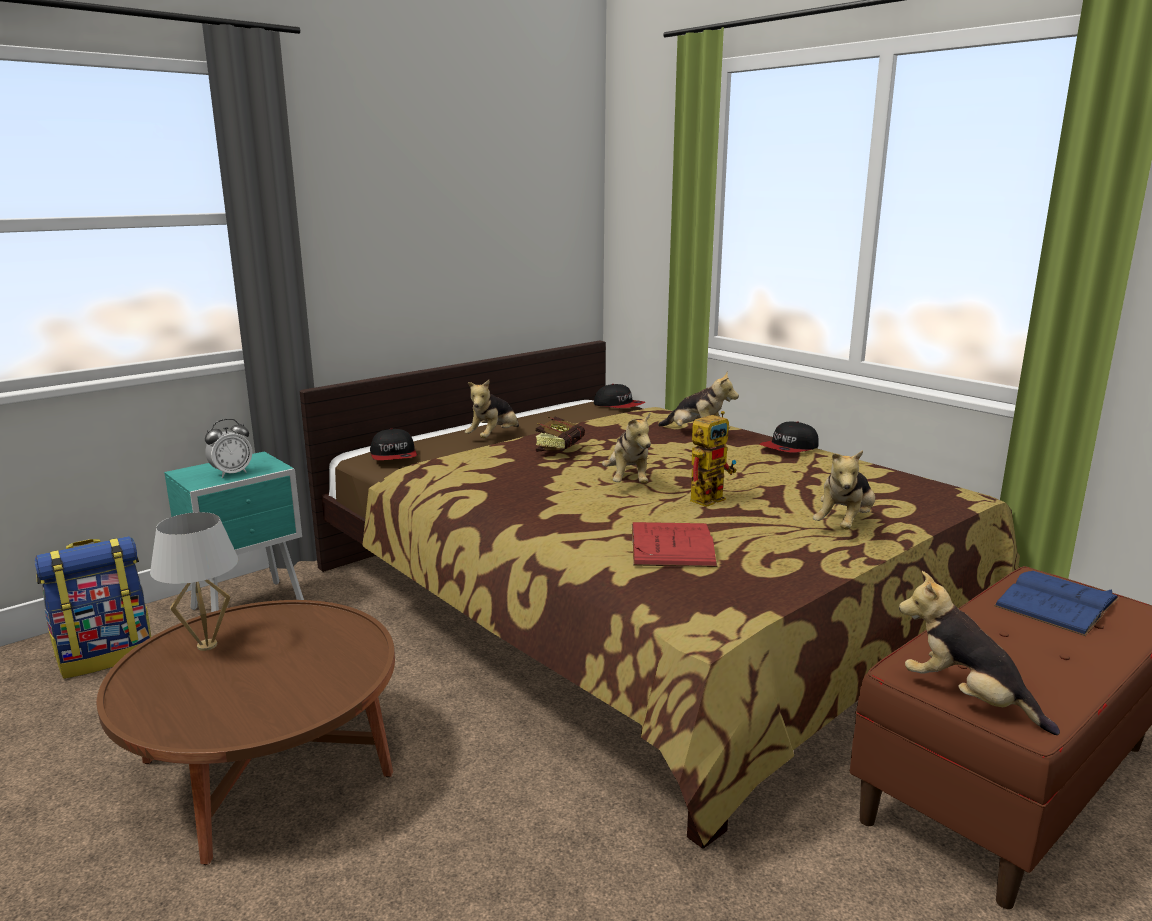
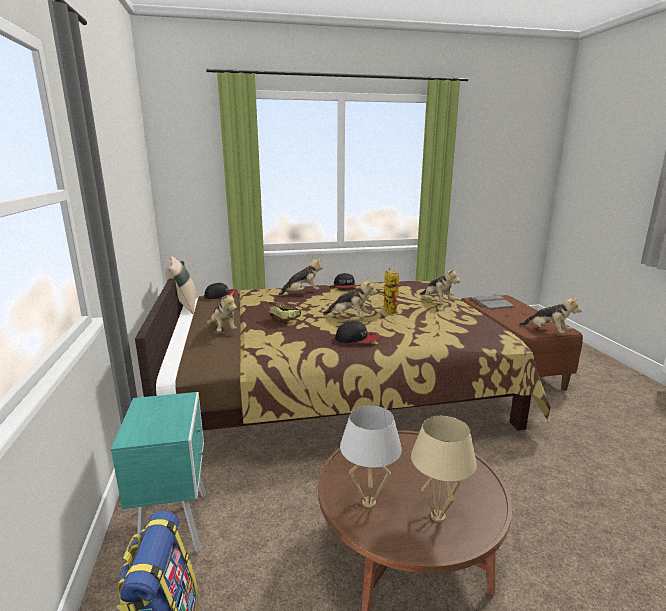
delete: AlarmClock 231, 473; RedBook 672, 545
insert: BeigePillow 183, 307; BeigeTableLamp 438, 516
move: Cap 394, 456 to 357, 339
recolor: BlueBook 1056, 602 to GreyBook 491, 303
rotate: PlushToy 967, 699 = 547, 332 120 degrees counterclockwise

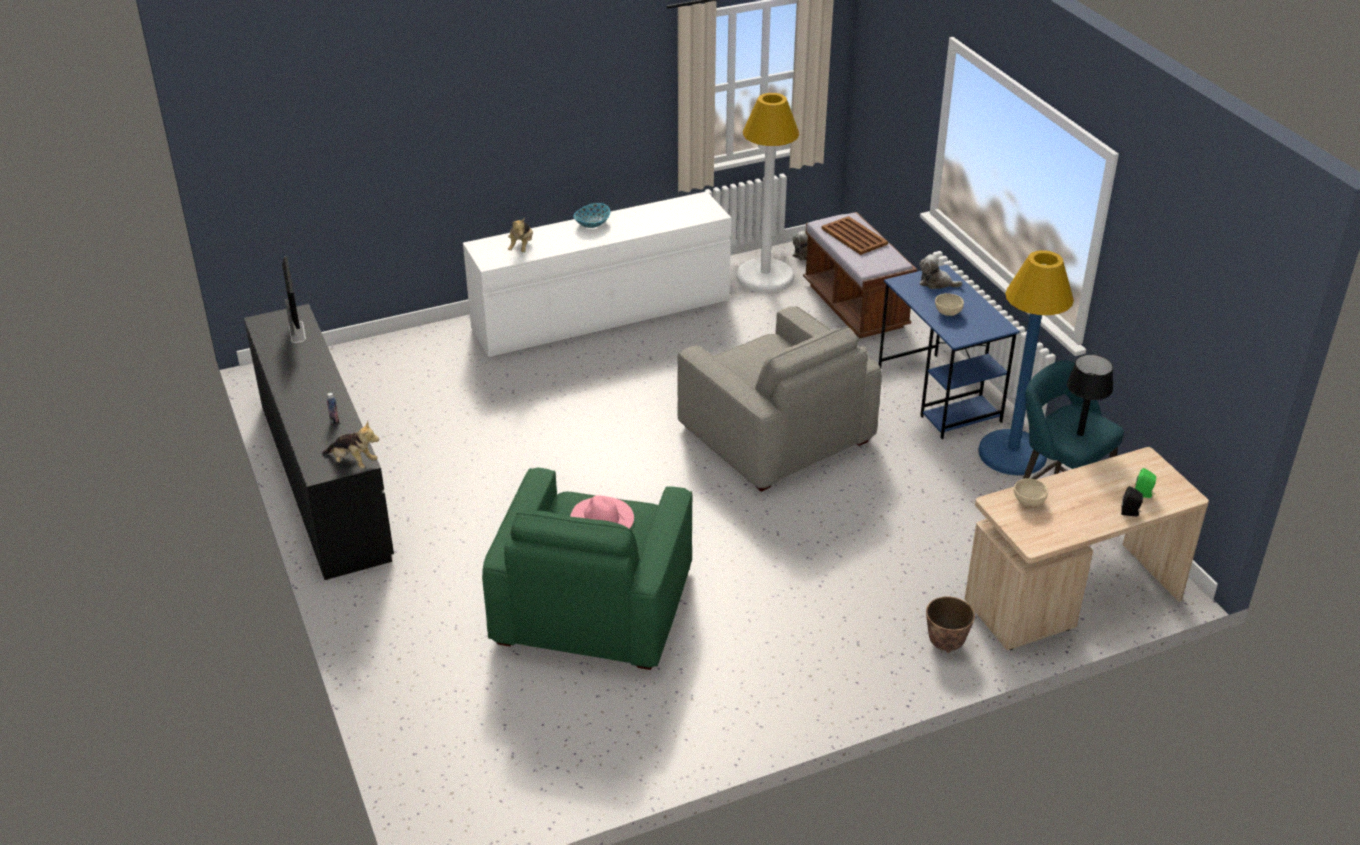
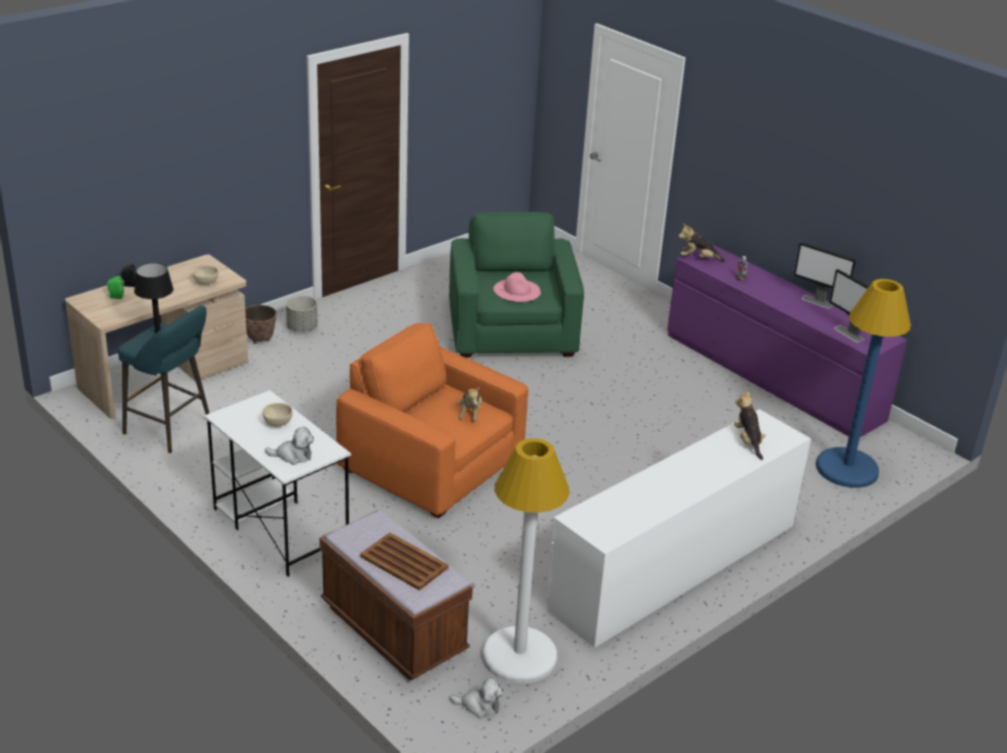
delete: Bowl 592, 224
insert: GreyPlanter 302, 328; PlushToy 470, 414; Monitor 818, 302
move: BlueFloorLamp 1012, 454 to 847, 469
recolor: BlackDresser 323, 478 to PurpleDresser 772, 377; GreyArmchair 775, 434 to OrangeArmchair 432, 464; BlueDesk 939, 396 to WhiteDesk 279, 527

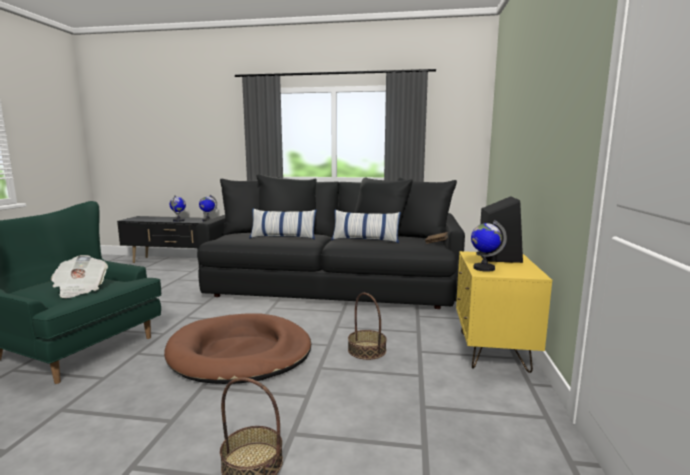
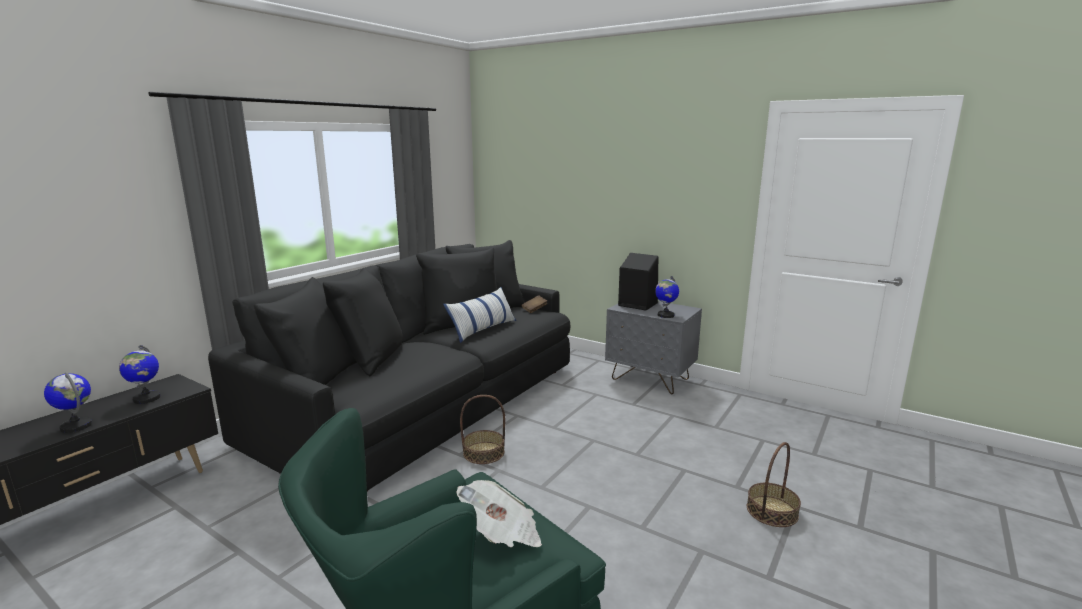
delete: BrownDogBed 240, 353; Pillow 283, 237
move: Basket 367, 350 to 484, 452
recolor: YellowNightstand 493, 351 to GreyNightstand 650, 379

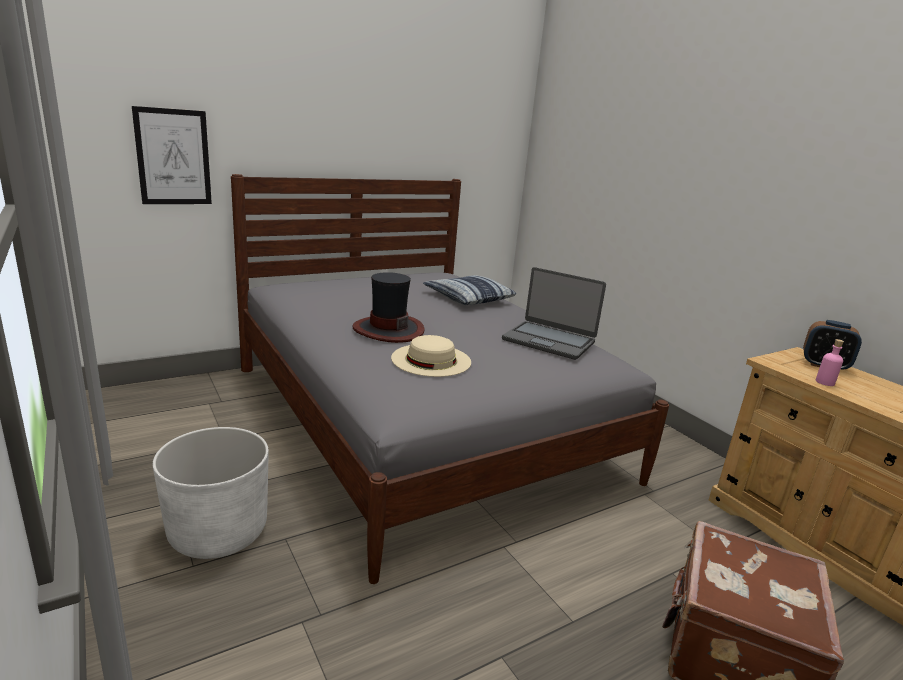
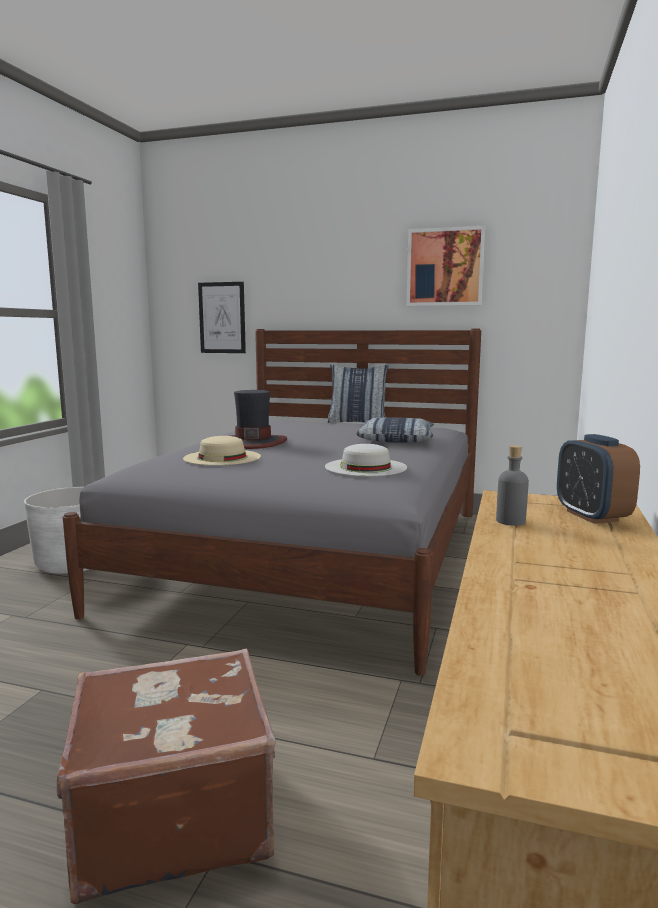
insert: Pillow 357, 422; Picture 445, 267
replace: Laptop 549, 341 to WhiteHat 365, 467
recolor: PinkBottle 824, 382 to GreyBottle 510, 521

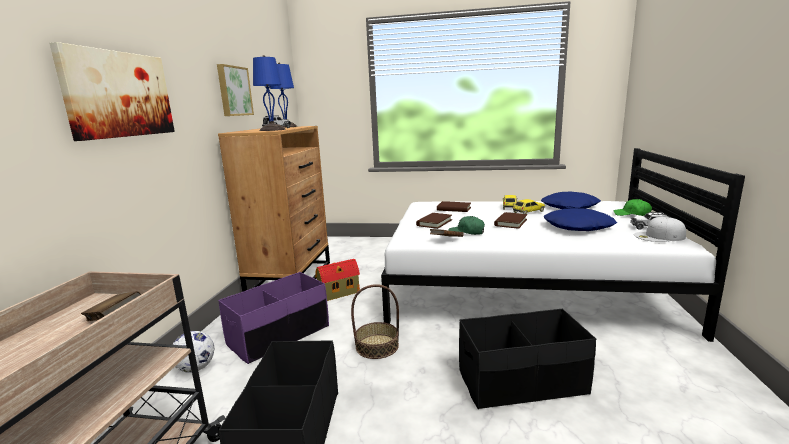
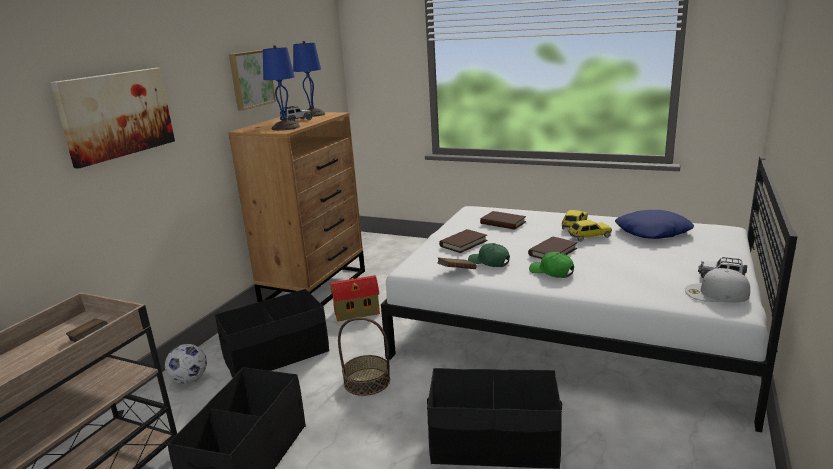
delete: BluePillow 577, 226
move: GreenCap 632, 214 to 551, 272
recolor: PurpleStorageBox 279, 335 to BlackStorageBox 277, 355

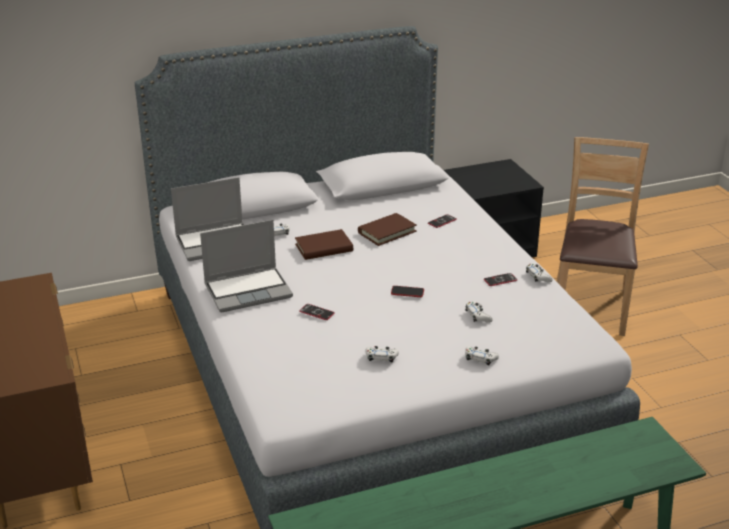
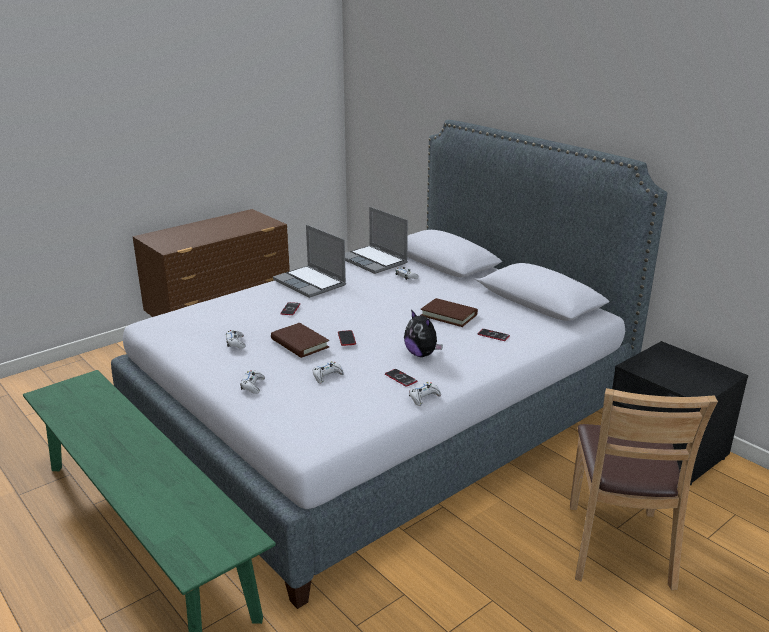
insert: PlushToy 422, 354
move: BrownBook 324, 248 to 299, 343
rotate: BrownChair 591, 307 = 618, 546 105 degrees clockwise

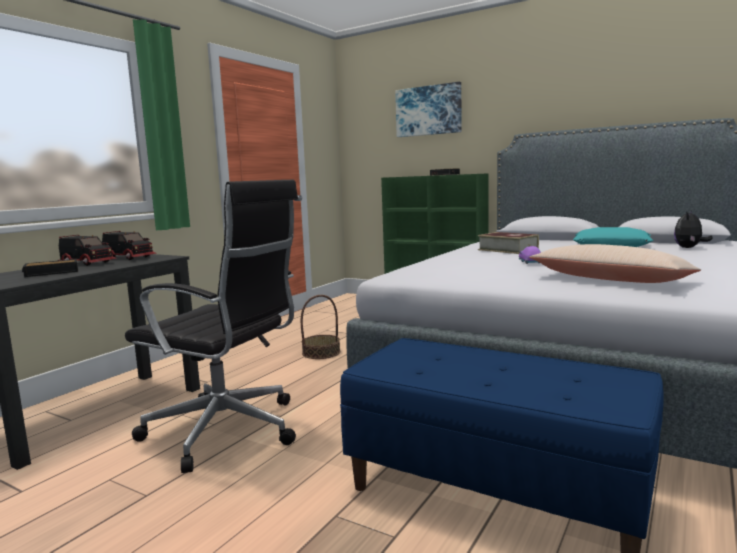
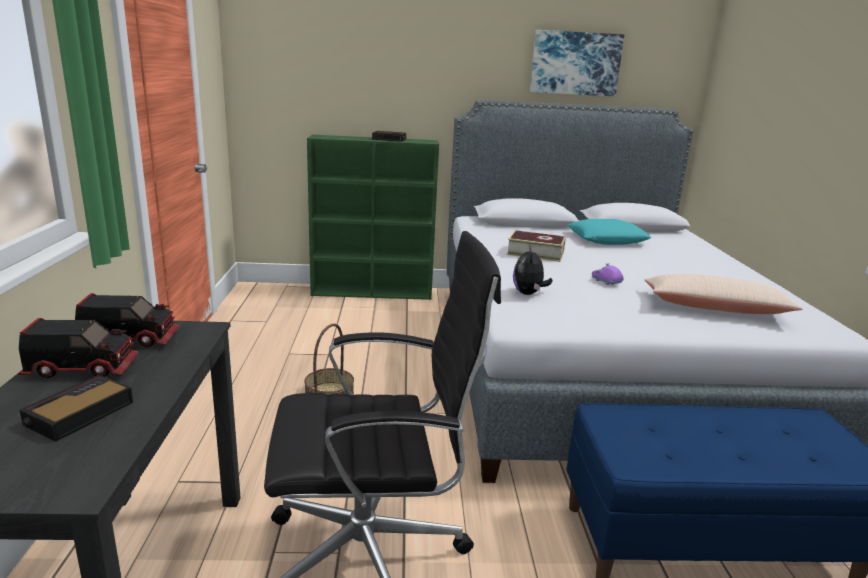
move: Picture 428, 110 to 575, 63; PlushToy 689, 248 to 528, 293

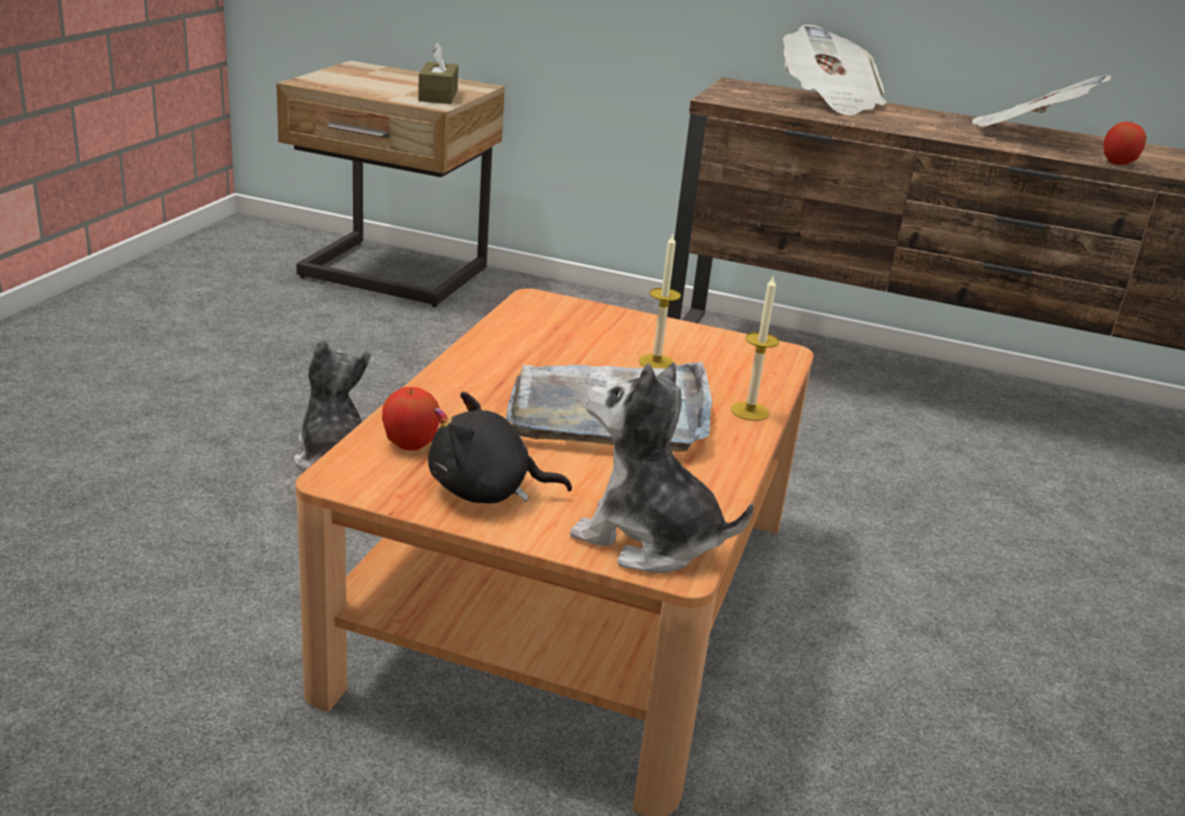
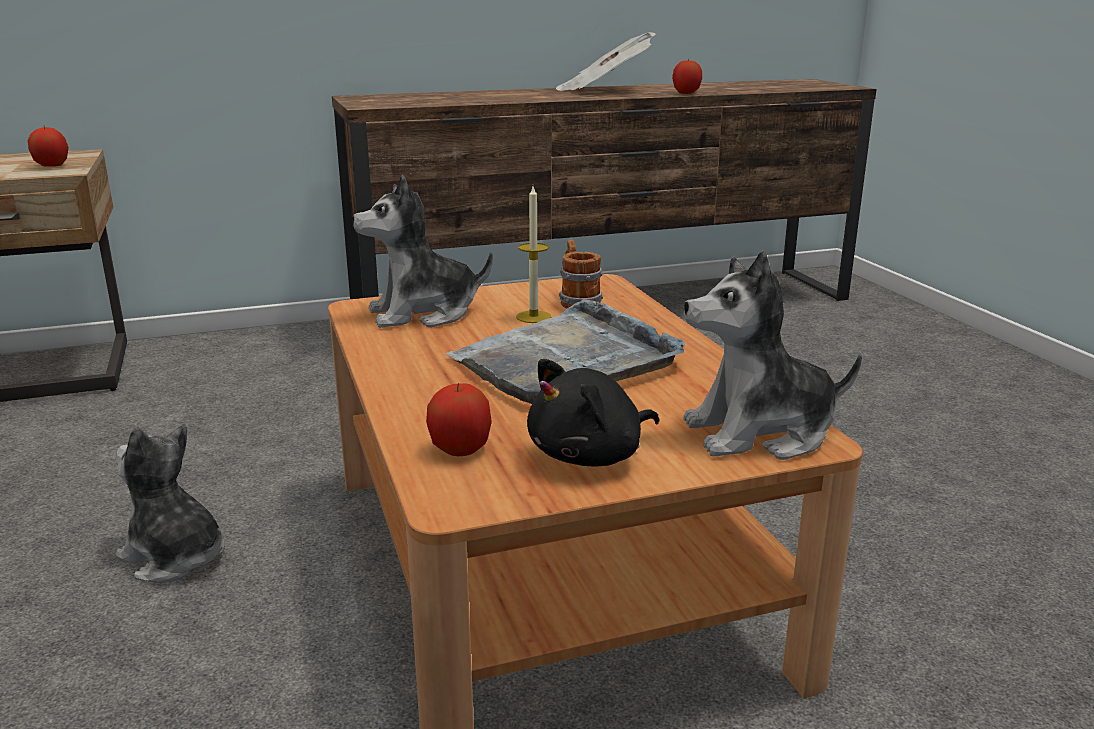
delete: Candle 750, 411; Newspaper 828, 101
insert: PlushToy 423, 314; Mug 577, 301
replace: BrownTissueBox 438, 95 to Apple 52, 166

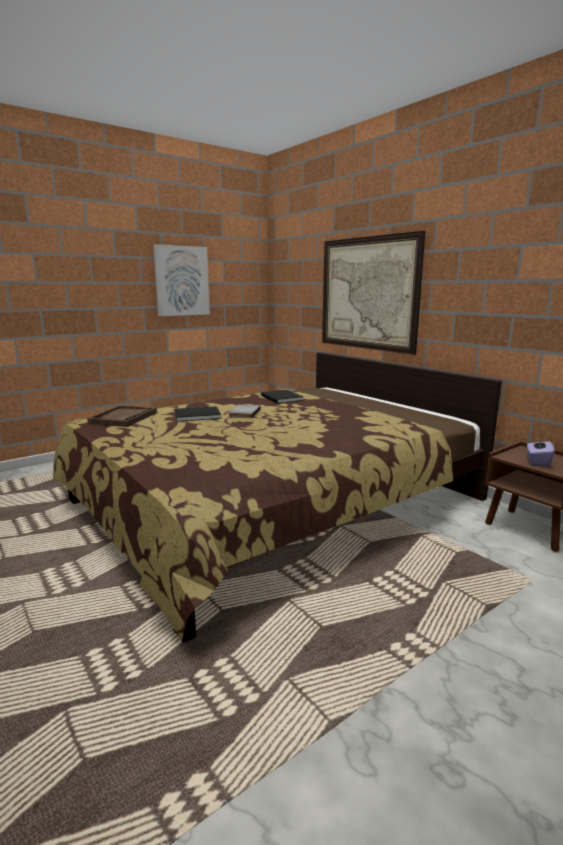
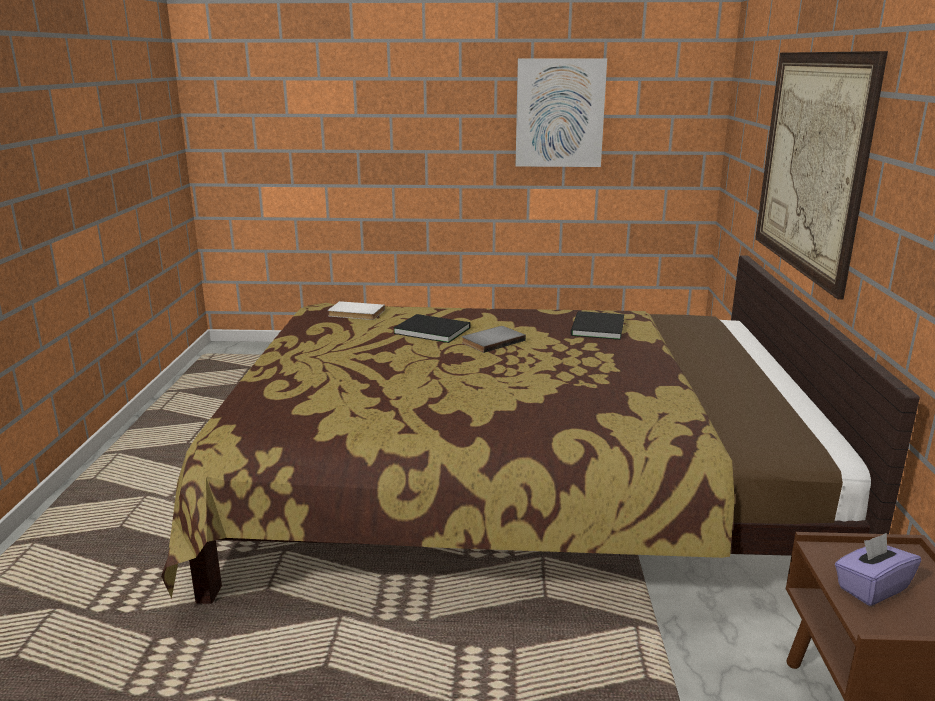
replace: BrownTray 123, 418 to WhiteBook 355, 313

